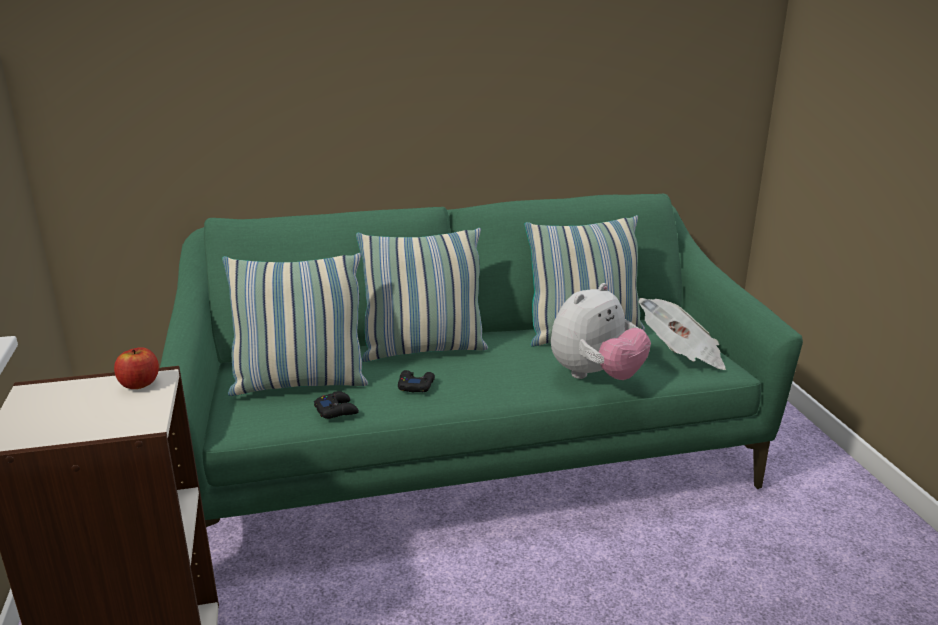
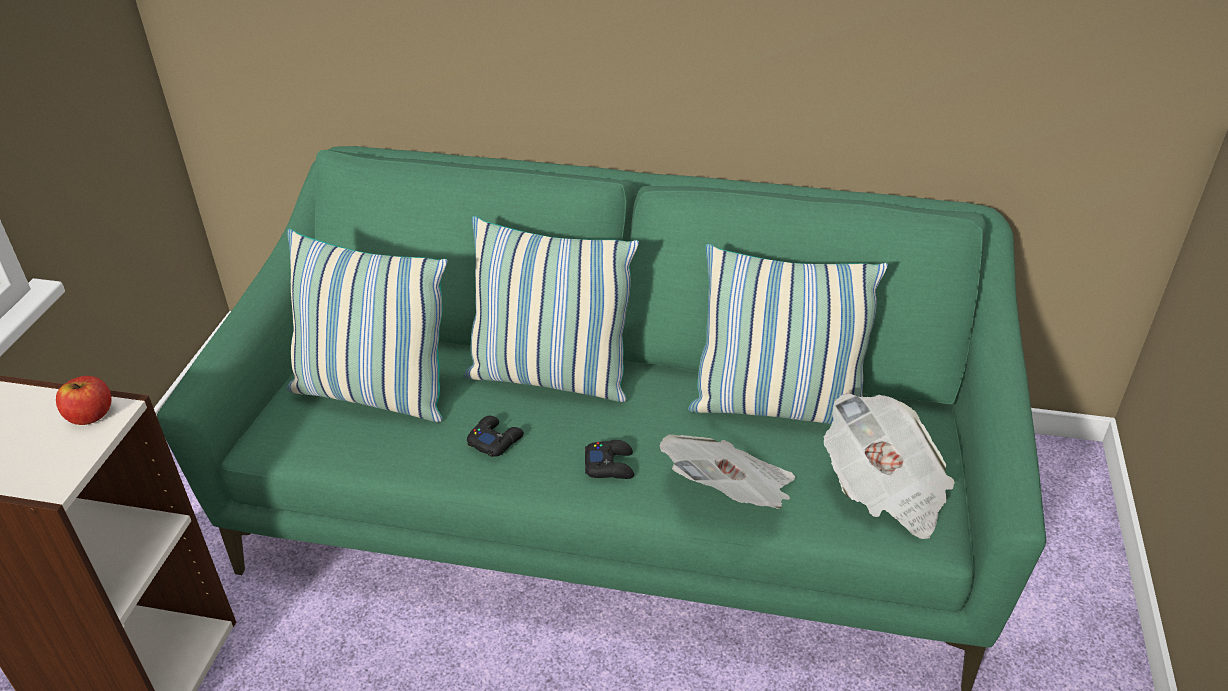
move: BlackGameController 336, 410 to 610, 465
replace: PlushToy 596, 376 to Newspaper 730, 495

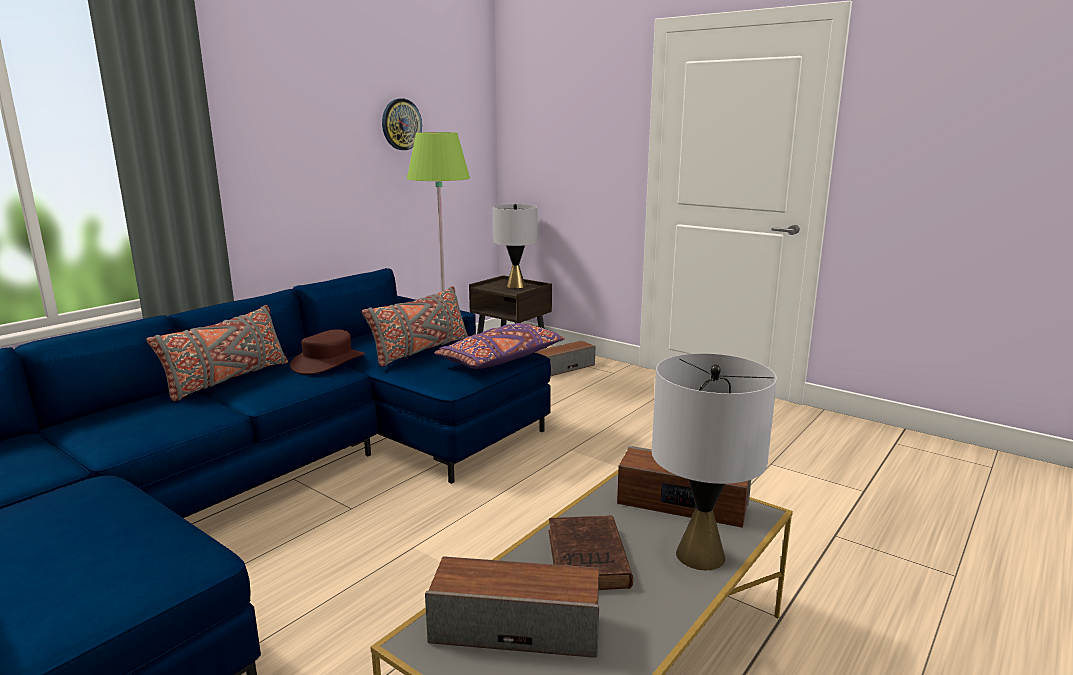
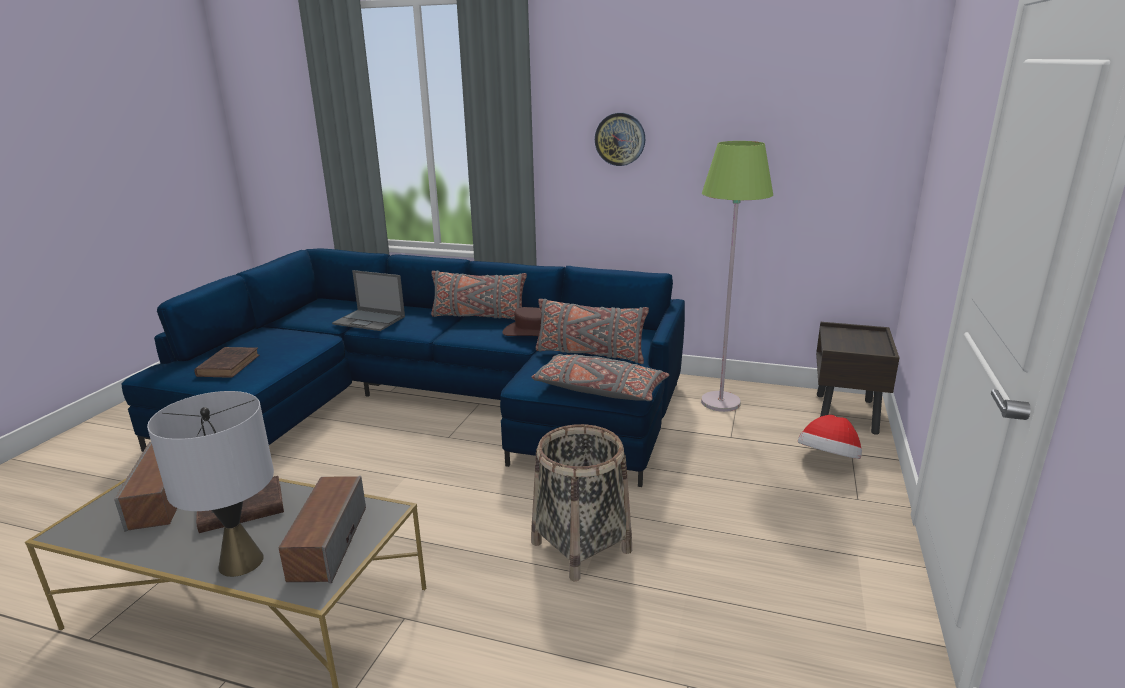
delete: GreyTableLamp 515, 286
insert: BrownBook 229, 365; Laptop 370, 320; Basket 581, 547
move: WallClock 401, 124 to 620, 139
replace: Speaker 564, 368 to Hat 828, 460
recolor: PurplePillow 501, 359 to GreyPillow 599, 390

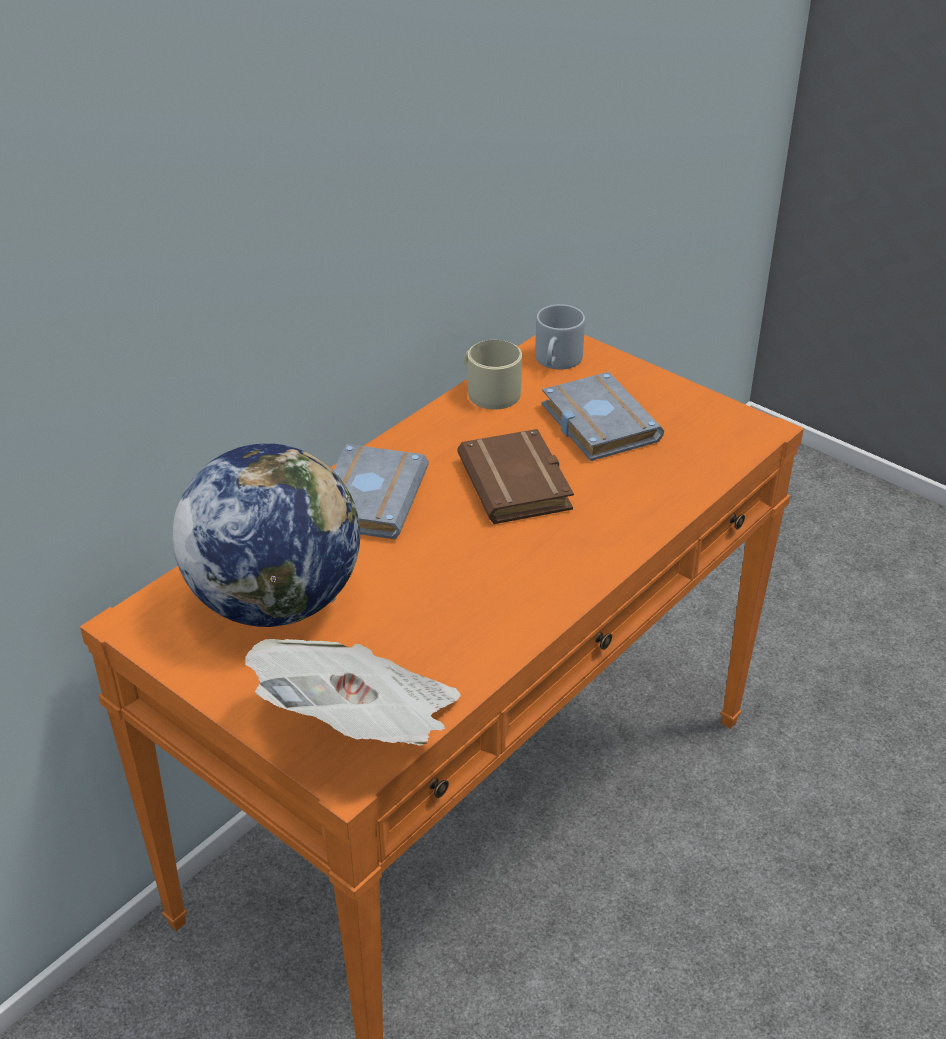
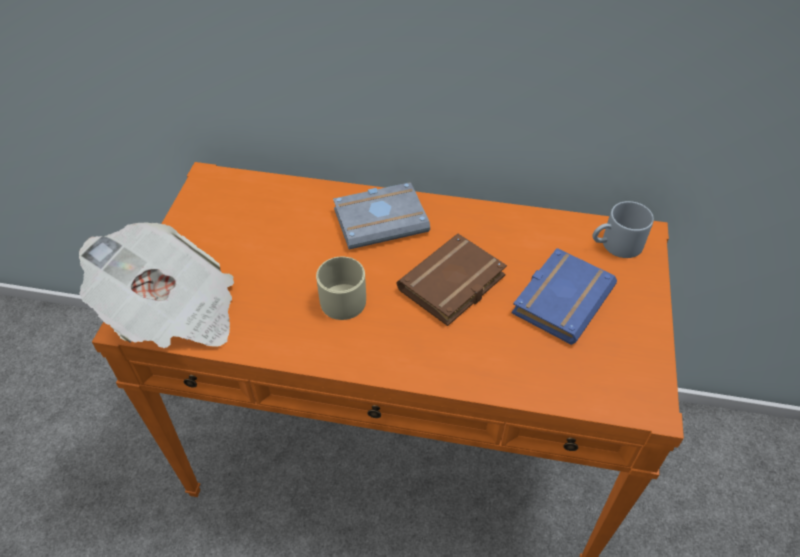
delete: Globe 275, 601
move: BeigeMug 489, 391 to 345, 296
recolor: GreyBook 595, 423 to BlueBook 560, 298

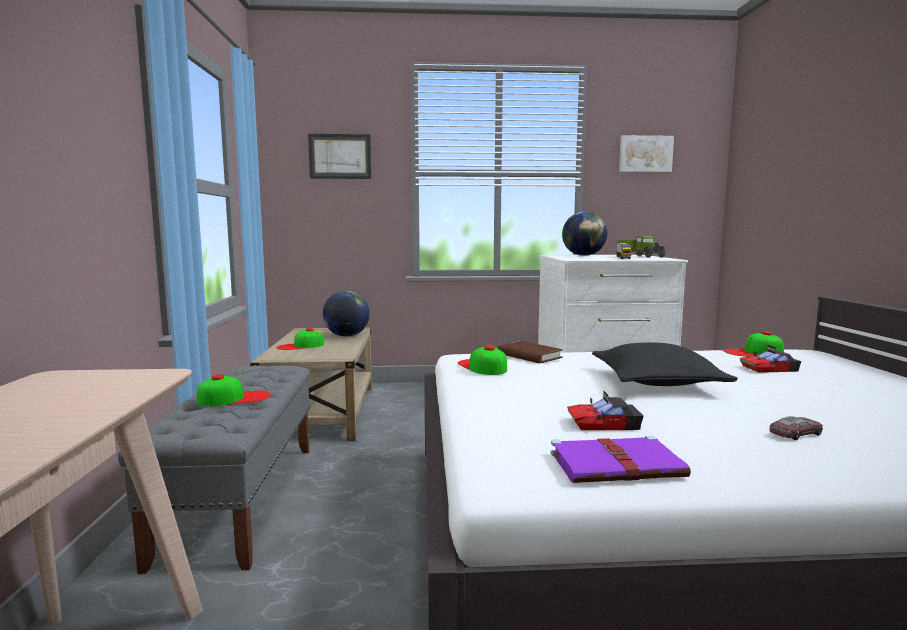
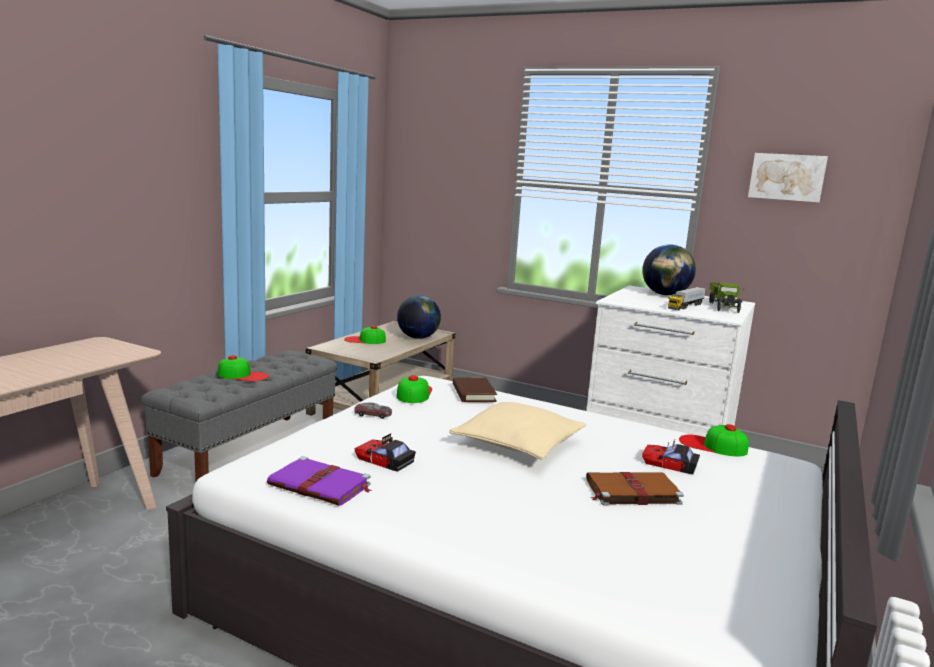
delete: Picture 340, 156
insert: BrownBook 631, 491
move: ToyCar 795, 433 to 373, 414
recolor: BlackPillow 656, 381 to BeigePillow 518, 443

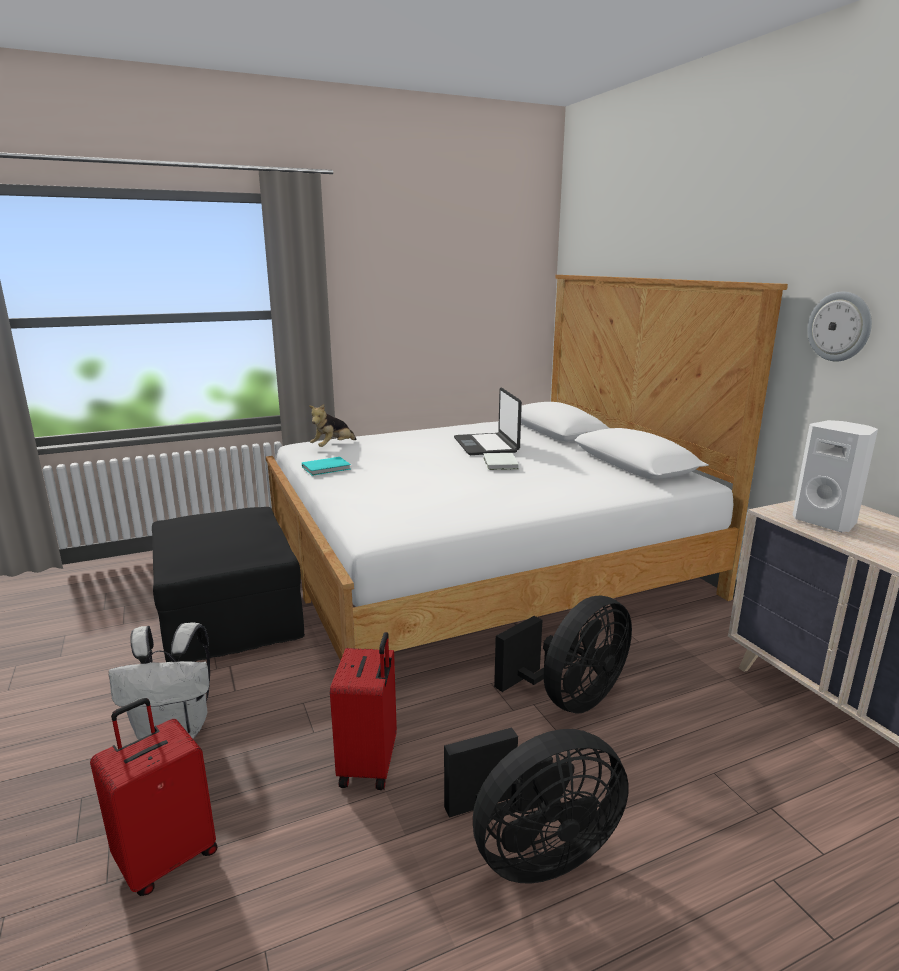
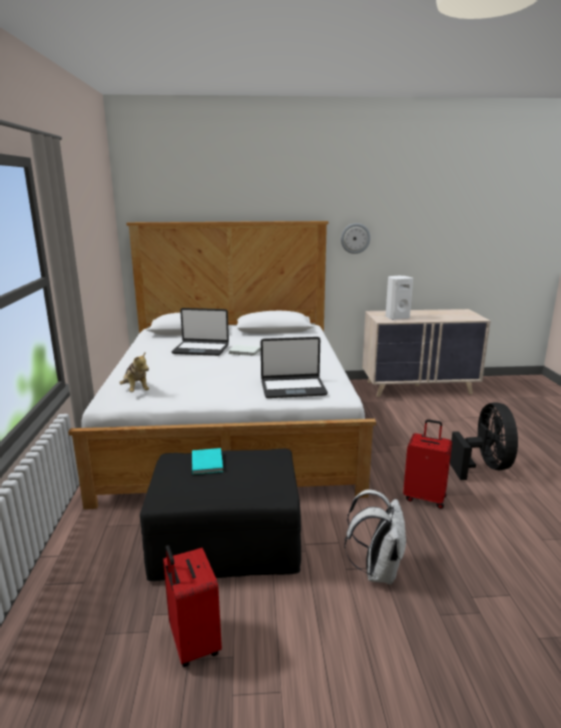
delete: BlackFan 570, 698
insert: Laptop 293, 388
move: RedSuitcase 167, 857 to 193, 643; TurquoiseBook 327, 468 to 208, 462

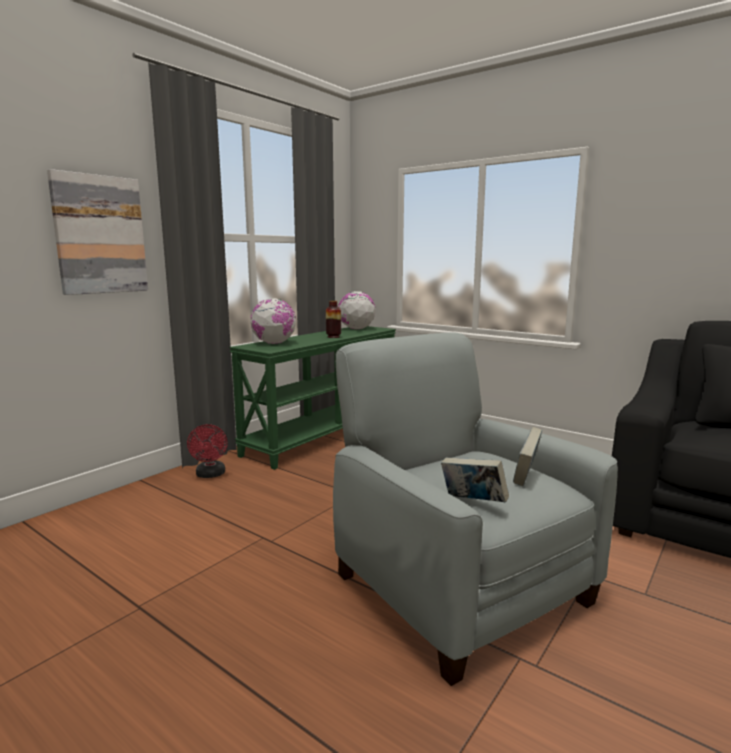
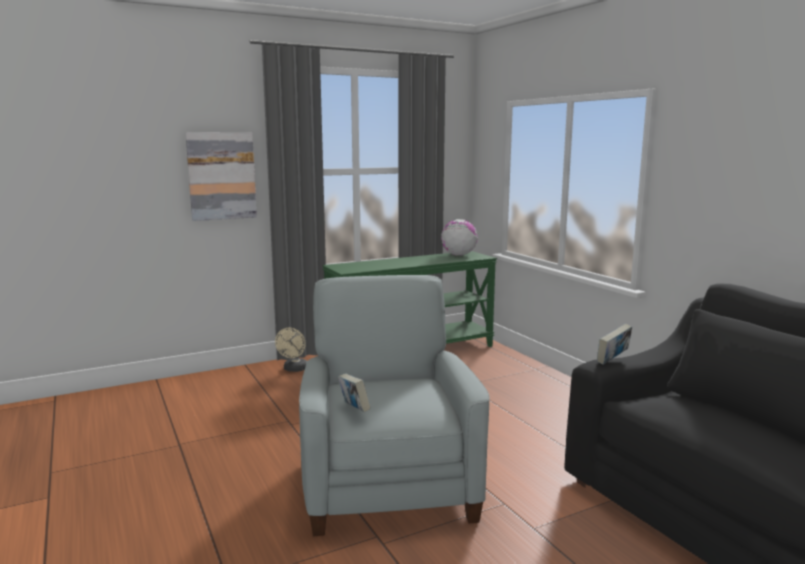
delete: Globe 274, 343; Vase 333, 337
move: Book 526, 477 to 613, 360
recolor: RedFan 210, 475 to BeigeFan 294, 369

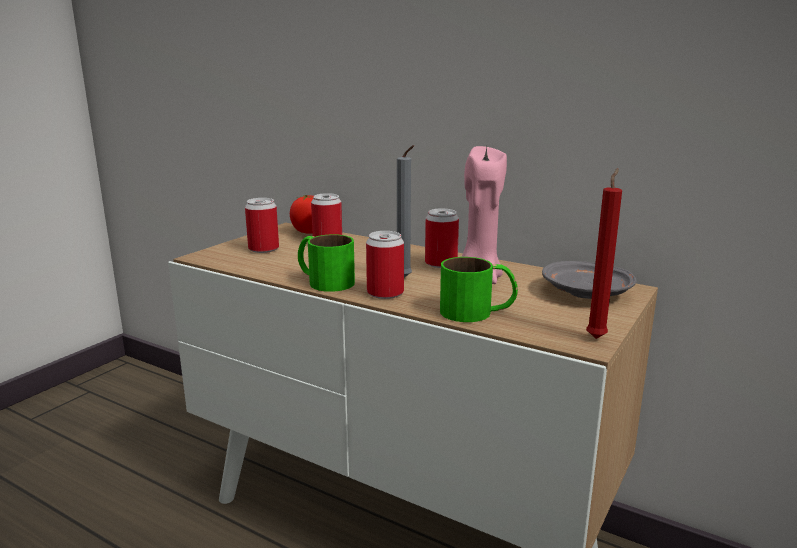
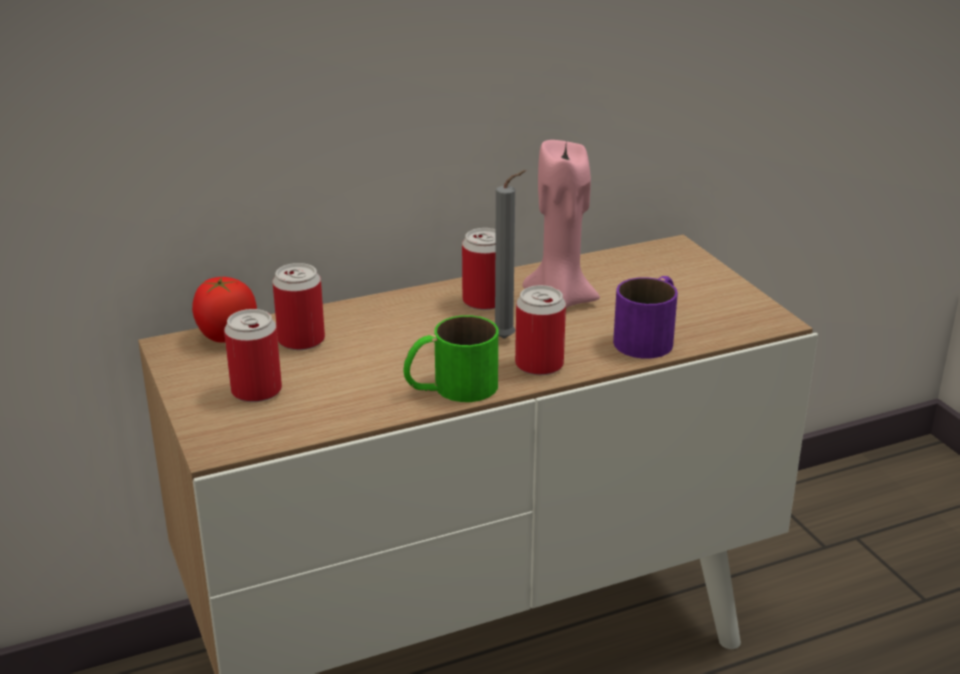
delete: GreyPlate 587, 293; RedCandle 597, 337
recolor: GreenMug 478, 312 to PurpleMug 650, 337

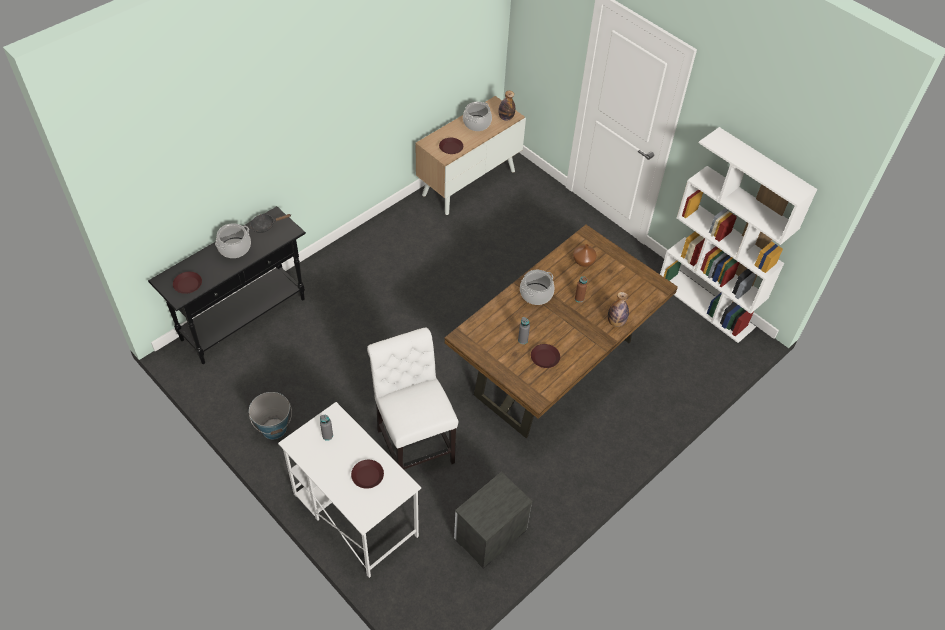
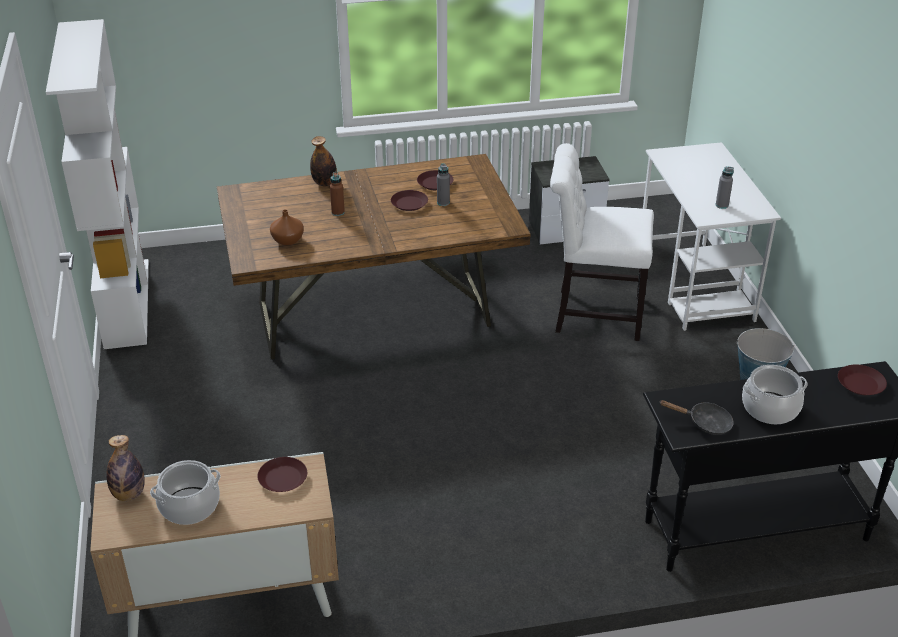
delete: CookingPot 536, 294
move: BrownPlate 368, 476 to 409, 203
rotate: WhiteChair 413, 442 = 593, 314 90 degrees clockwise

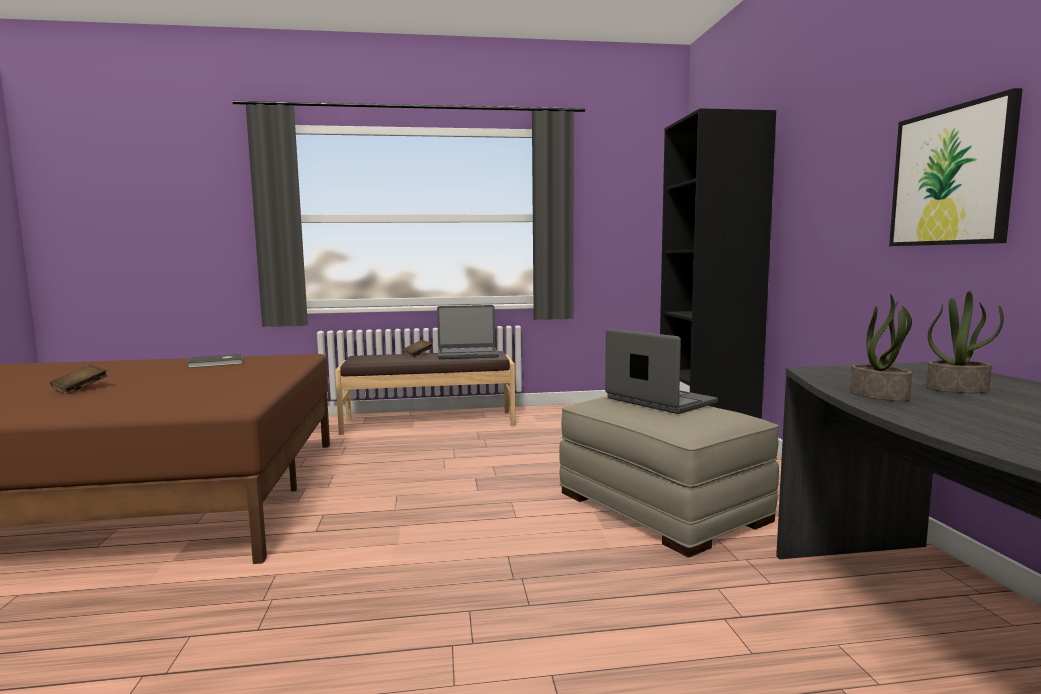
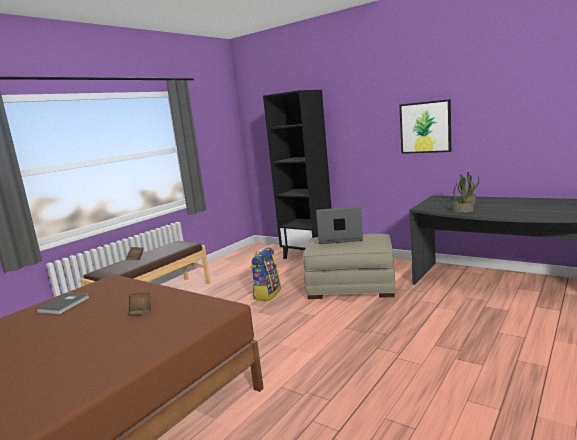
delete: Laptop 467, 354
insert: Backpack 267, 294
move: BrownBook 80, 389 to 141, 310

